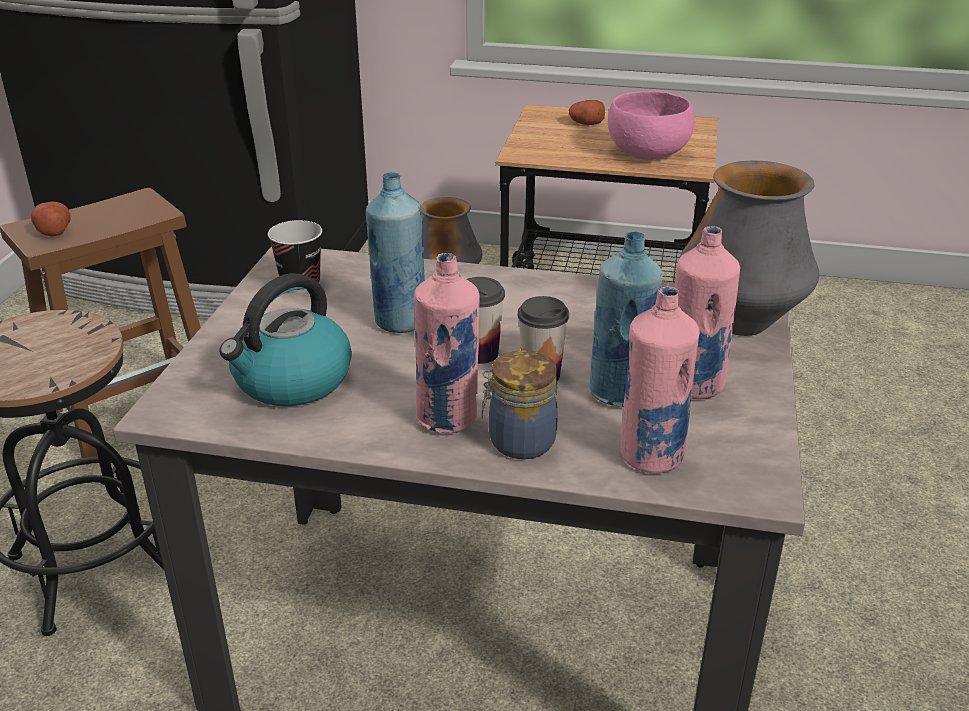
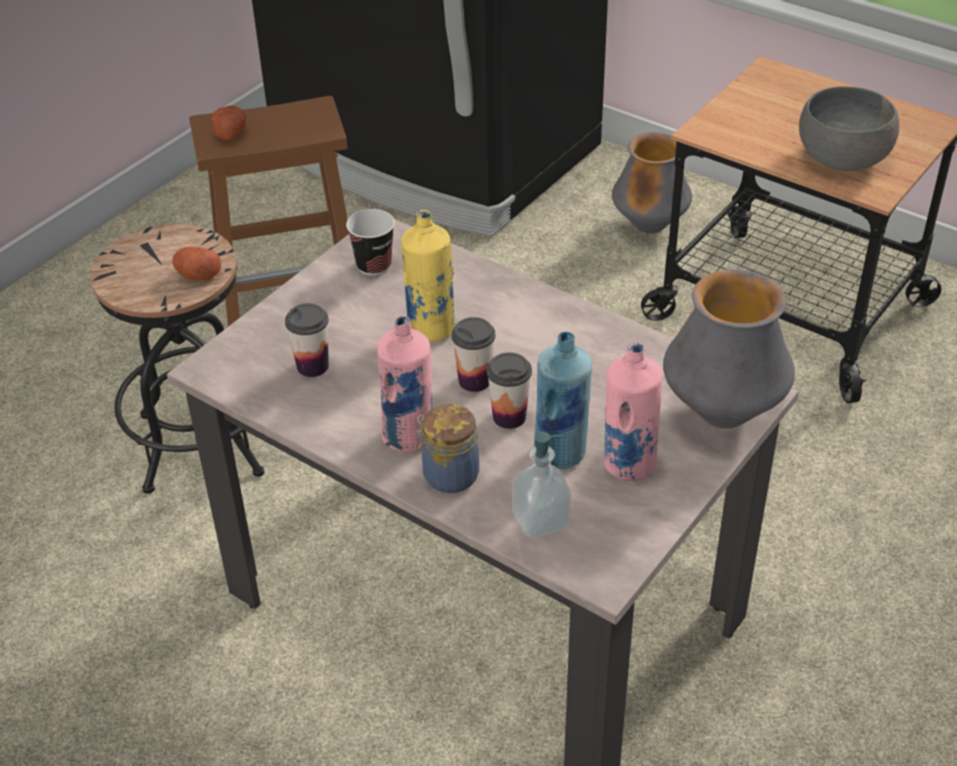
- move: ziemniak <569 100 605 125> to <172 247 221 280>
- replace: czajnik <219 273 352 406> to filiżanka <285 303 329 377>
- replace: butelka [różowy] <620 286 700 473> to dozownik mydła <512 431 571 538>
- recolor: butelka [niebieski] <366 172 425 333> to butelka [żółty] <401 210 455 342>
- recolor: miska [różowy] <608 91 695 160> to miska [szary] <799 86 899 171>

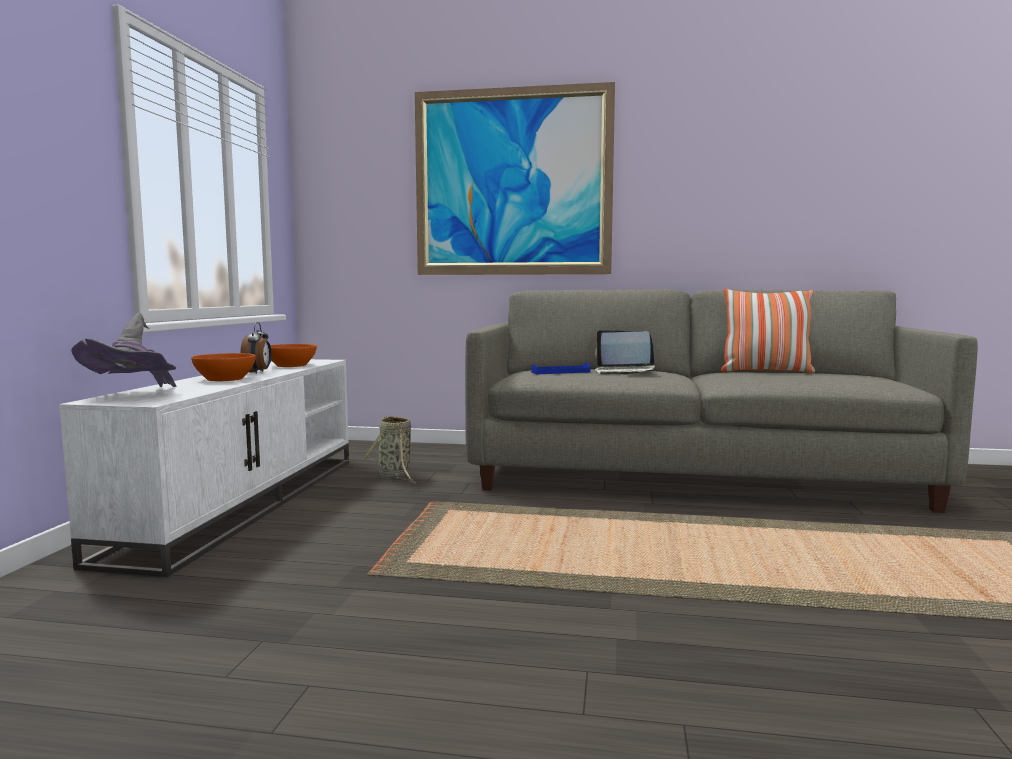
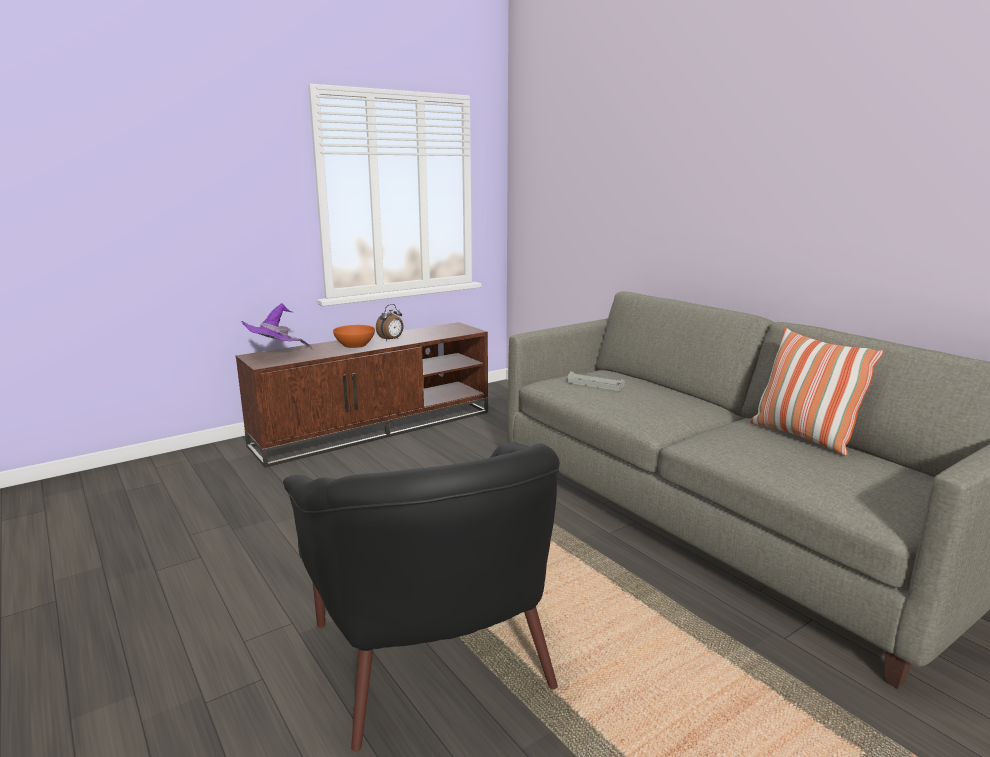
- delete: miska [pomarańczowy] <270 344 317 367>
- delete: koszyk <364 415 417 483>
- delete: obraz <415 82 615 275>
- delete: laptop <594 330 658 375>
- insert: fotel [czarny] <283 442 560 752>
- recolor: szafka pod telewizor [biały] <59 359 349 577> to szafka pod telewizor [brązowy] <236 322 488 468>
- recolor: kapelusz [szary] <71 313 177 387> to kapelusz [fioletowy] <241 303 313 349>
- recolor: taca [niebieski] <531 362 591 374> to taca [szary] <567 371 625 391>

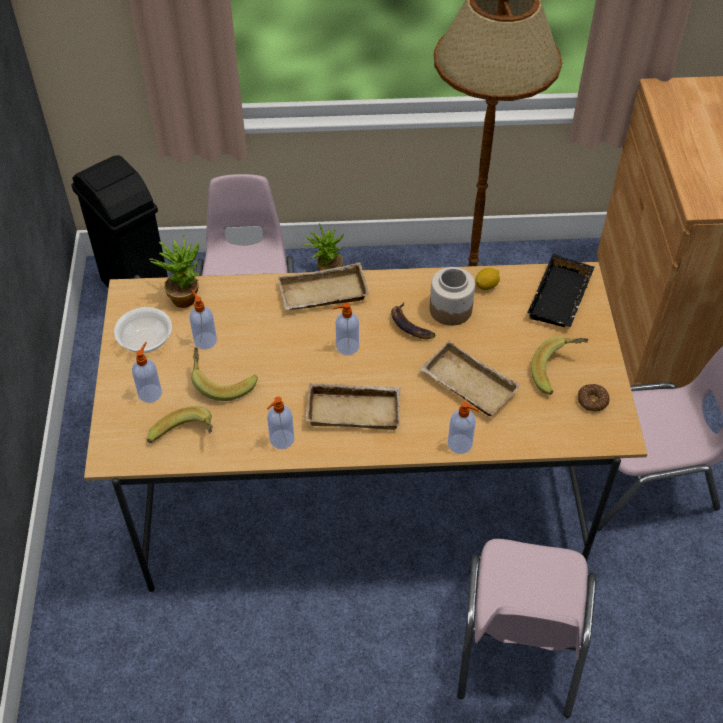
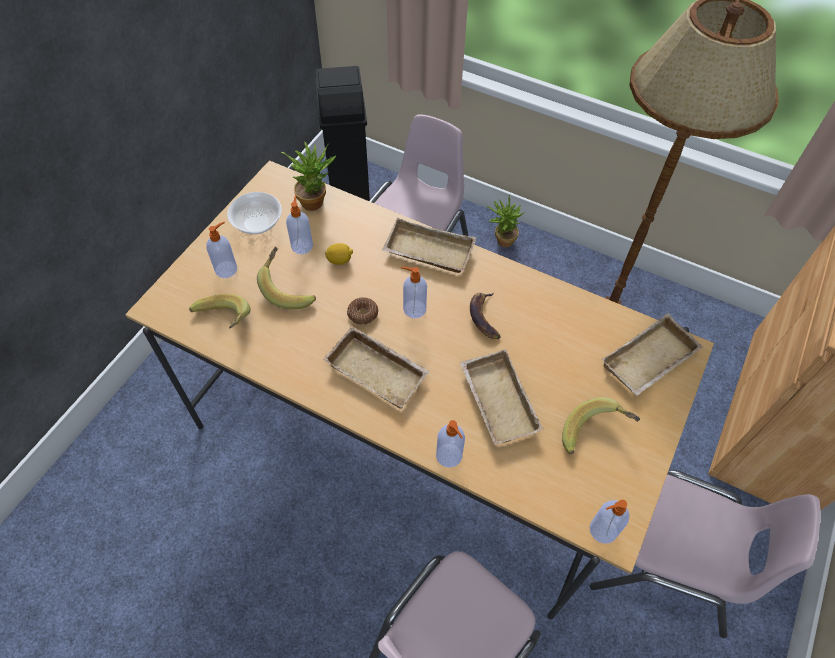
- delete: słoik <429 267 475 326>
- move: dozownik mydła <267 397 294 449> to <590 500 630 544>
- move: cytryna <475 268 500 290> to <325 243 353 265>
- move: donut <578 384 610 412> to <347 297 378 325>
- recolor: taca [czarny] <527 254 594 327> to taca [beżowy] <602 313 703 396>

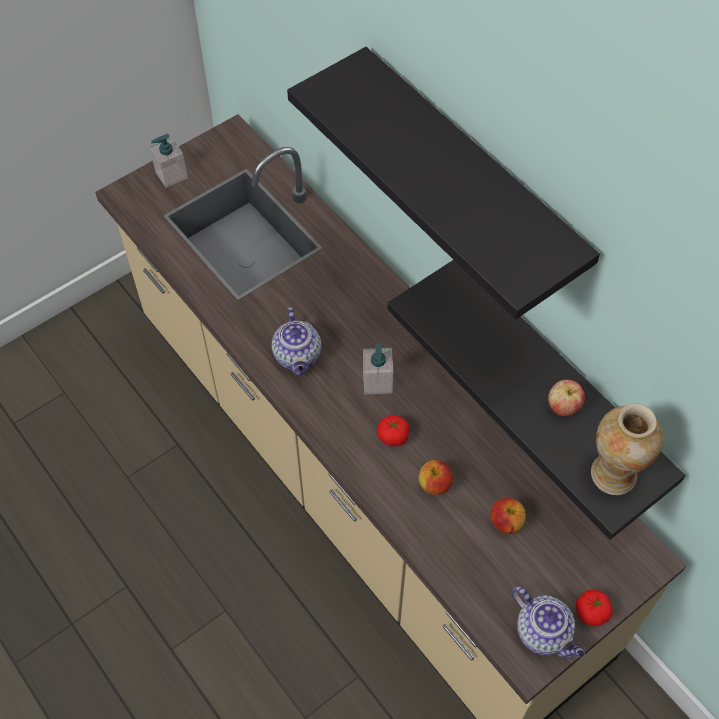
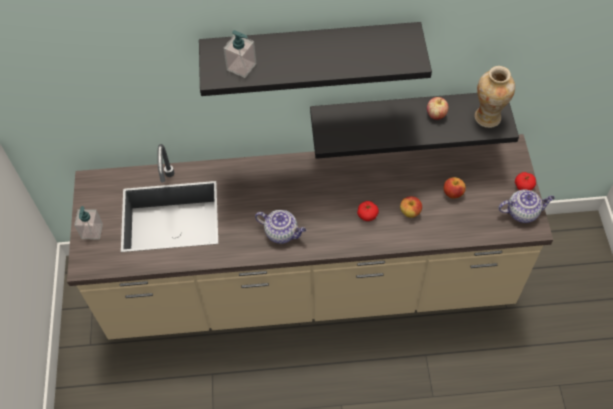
- move: dozownik mydła <363 343 394 395> to <223 30 256 78>

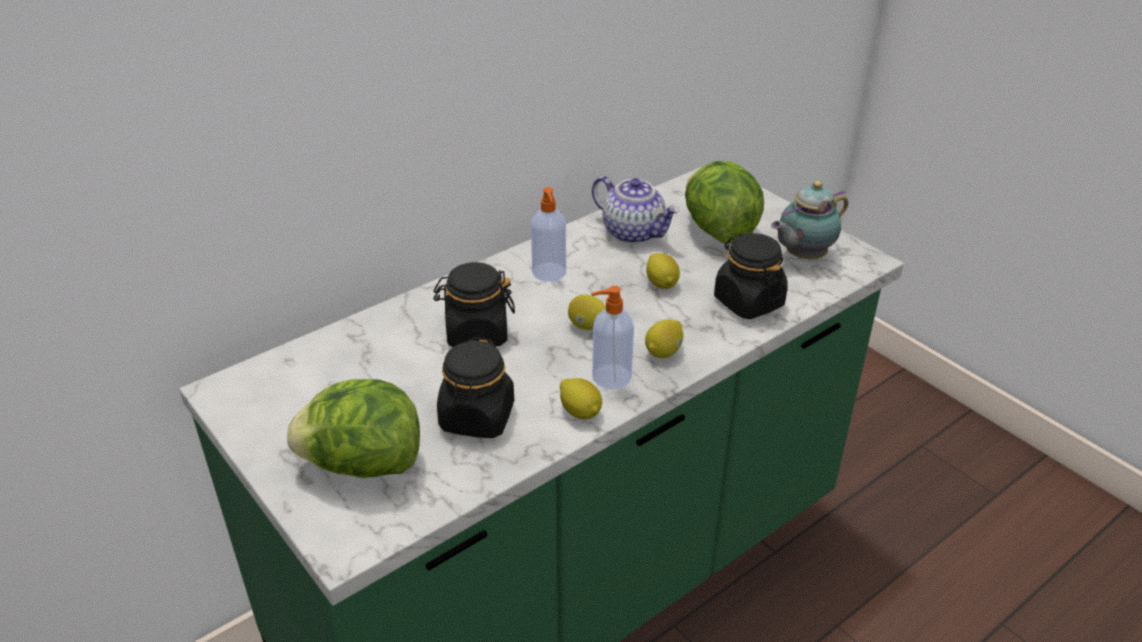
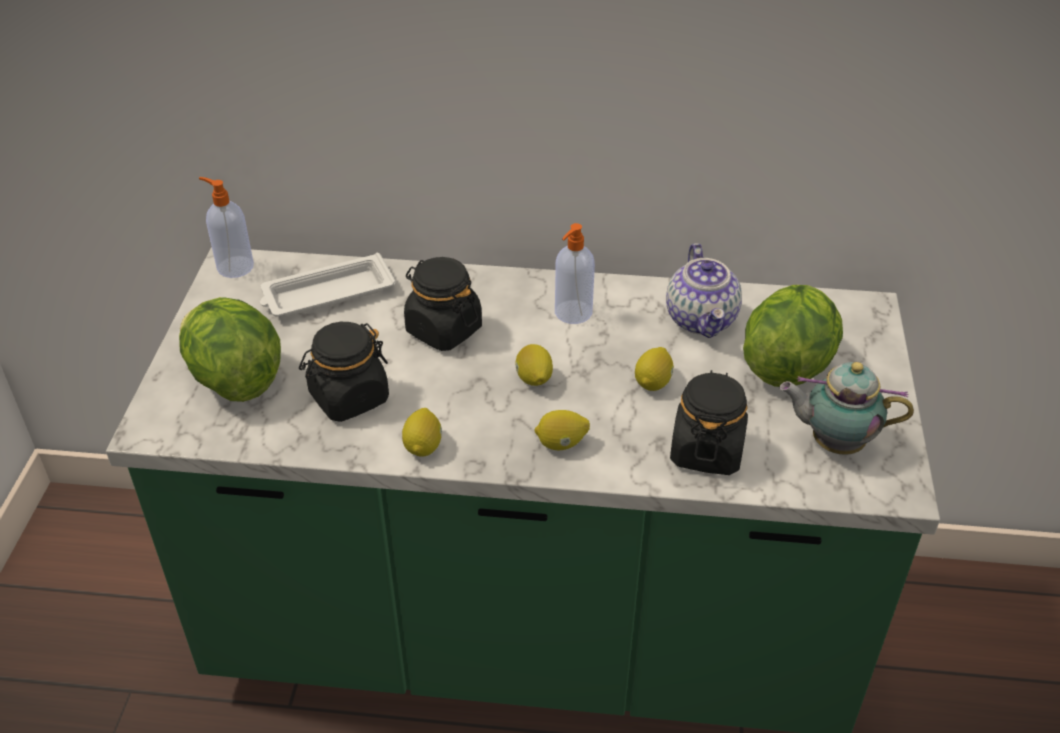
- insert: taca [biały] <260 253 396 317>
- move: dozownik mydła <591 286 634 389> to <199 177 254 278>

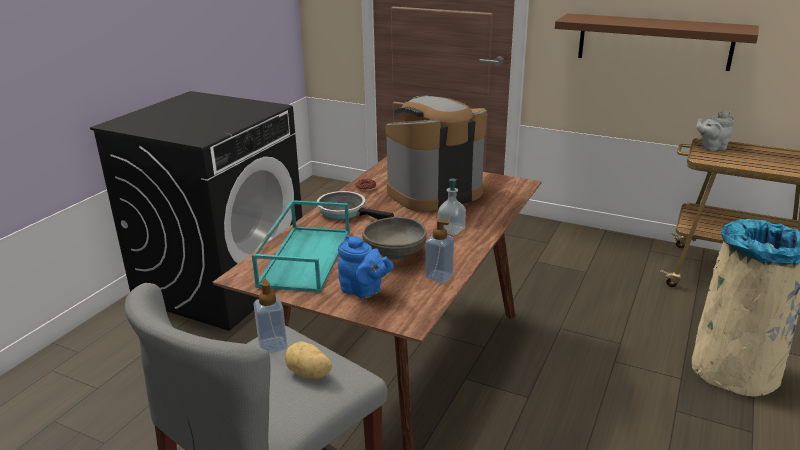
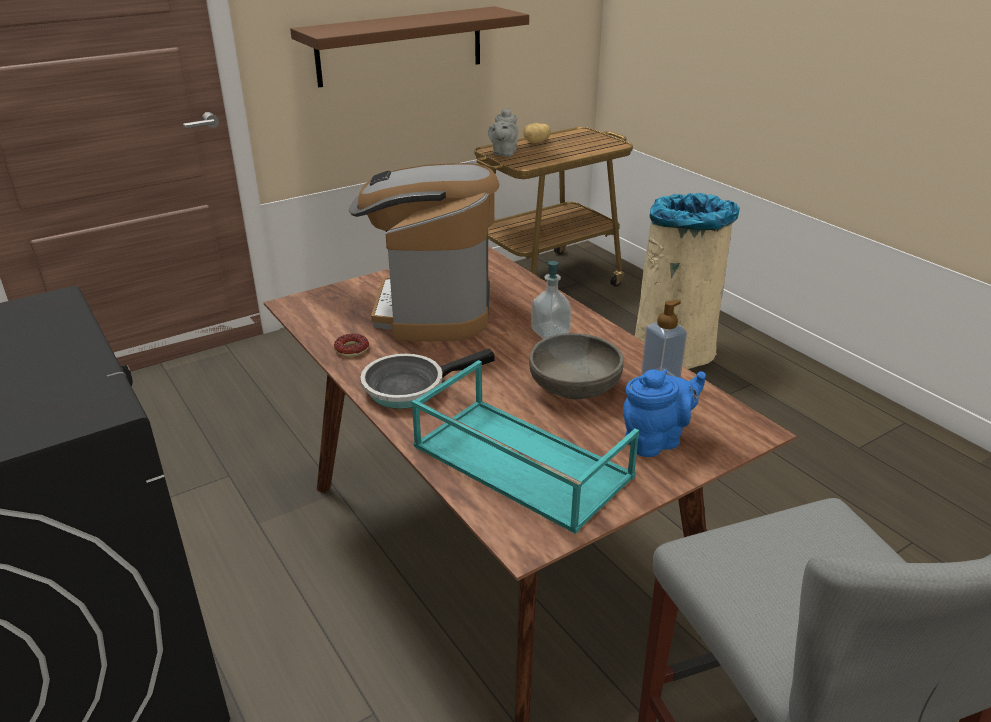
- delete: dozownik mydła <254 279 287 353>
- move: ziemniak <285 341 332 379> to <523 123 551 143>

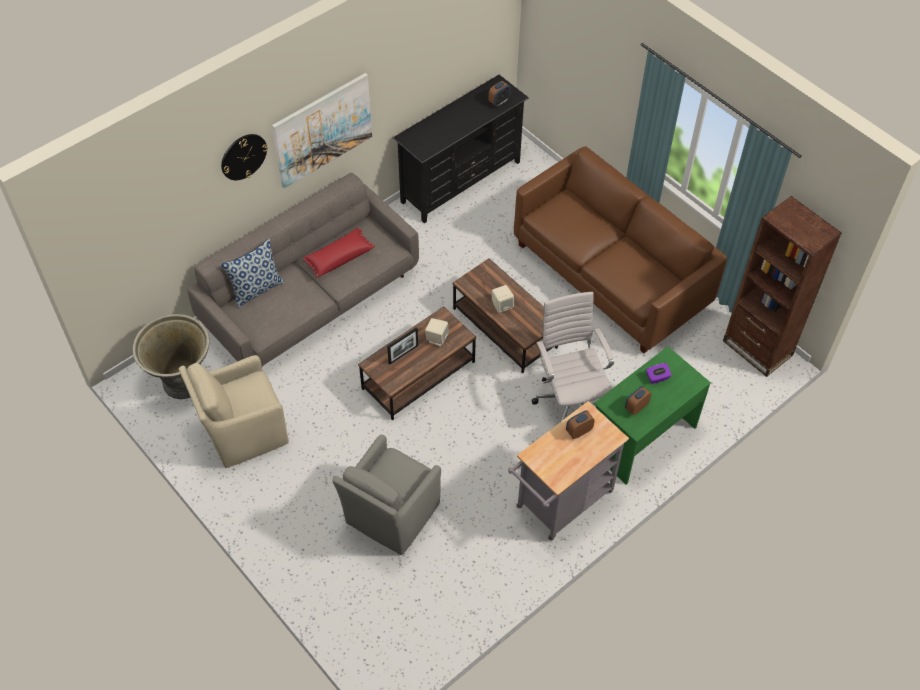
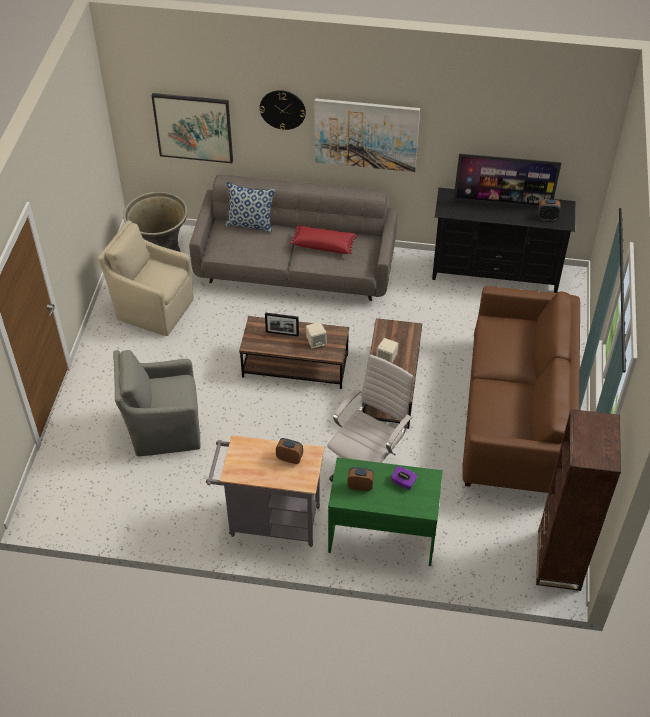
- insert: obraz <152 93 233 163>
- insert: telewizor <453 153 562 208>

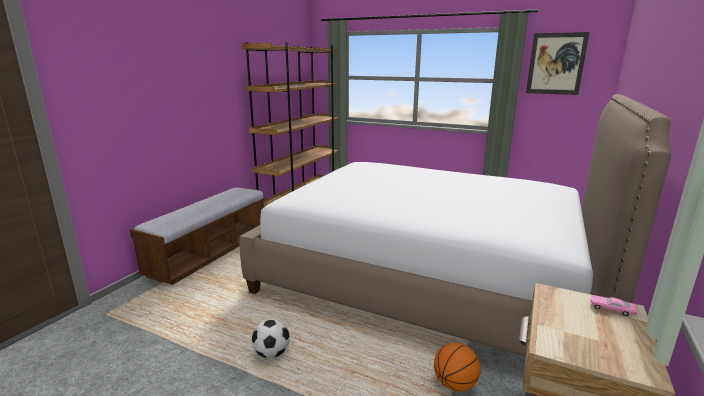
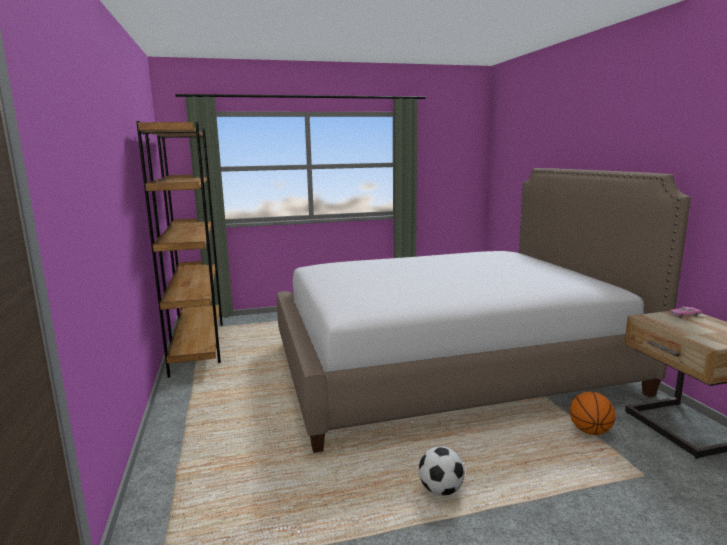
- delete: ławka <130 188 264 285>
- delete: obraz <526 32 590 95>

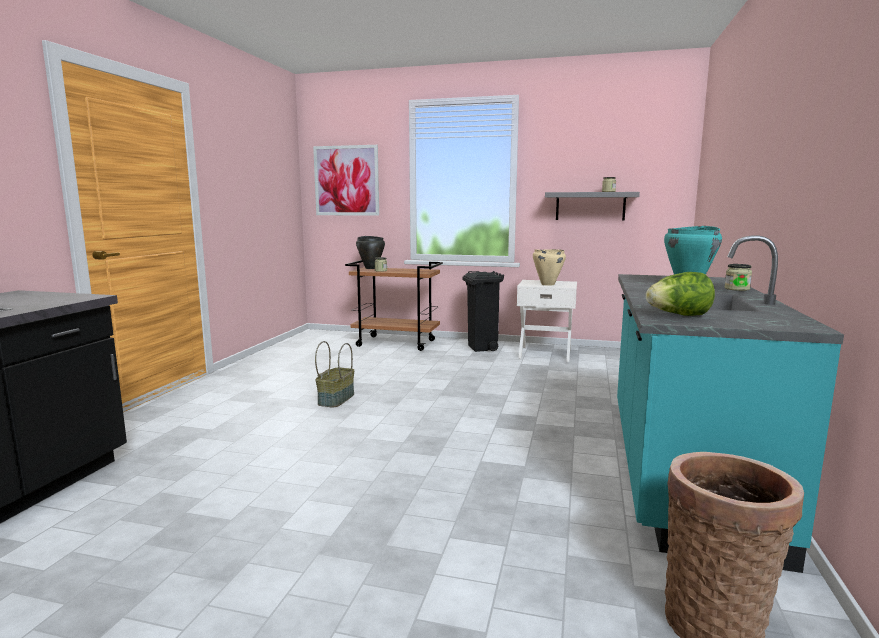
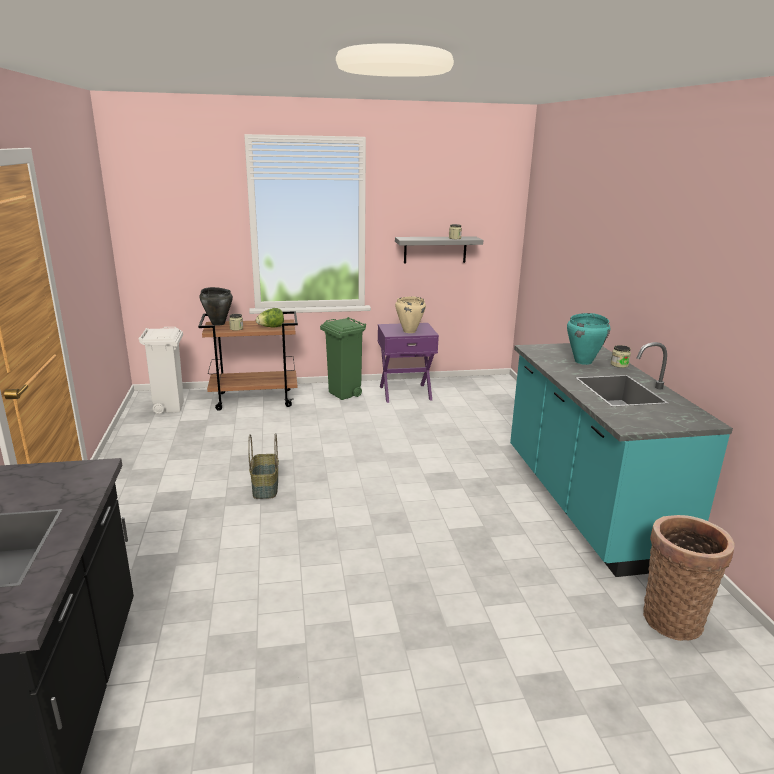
- delete: obraz <313 145 379 216>
- insert: kosz na śmieci [biały] <139 327 184 414>
- move: sałata <646 272 715 316> to <256 308 284 328>
- recolor: kosz na śmieci [czarny] <462 271 504 352> to kosz na śmieci [zielony] <320 317 366 400>
- recolor: szafka nocna [biały] <517 280 577 362> to szafka nocna [fioletowy] <378 323 439 403>

